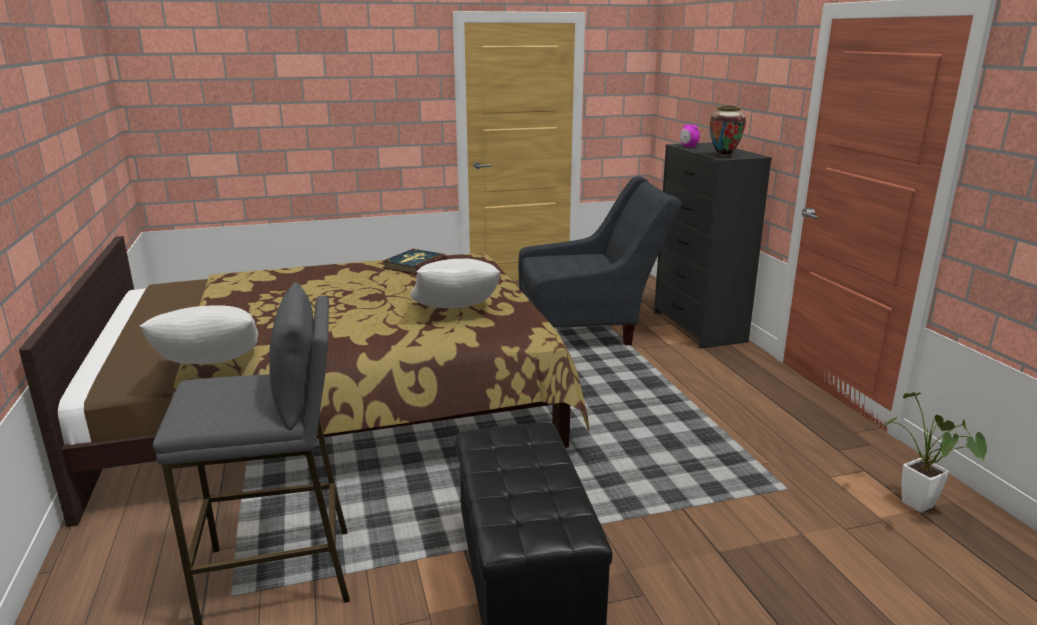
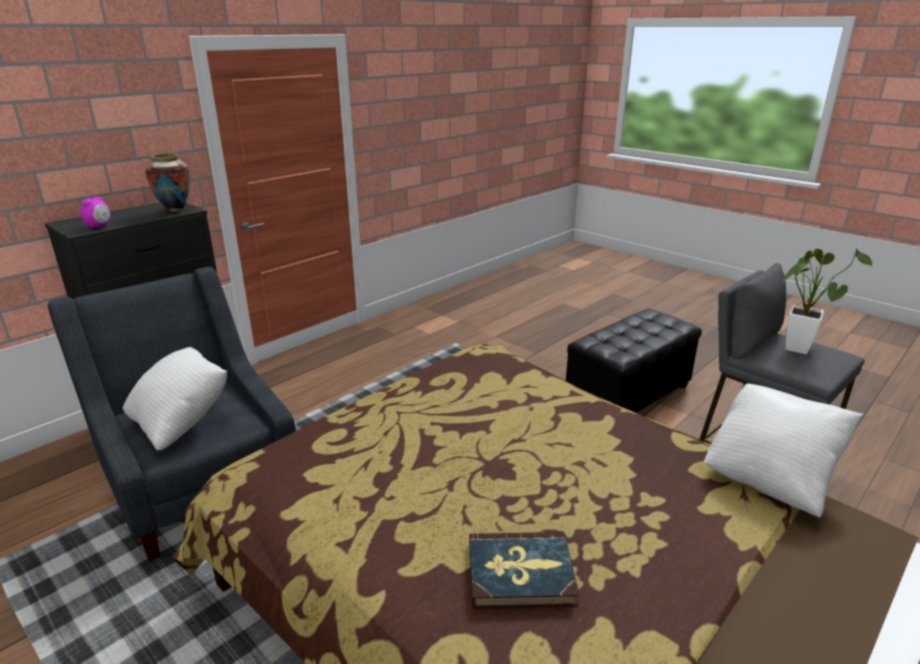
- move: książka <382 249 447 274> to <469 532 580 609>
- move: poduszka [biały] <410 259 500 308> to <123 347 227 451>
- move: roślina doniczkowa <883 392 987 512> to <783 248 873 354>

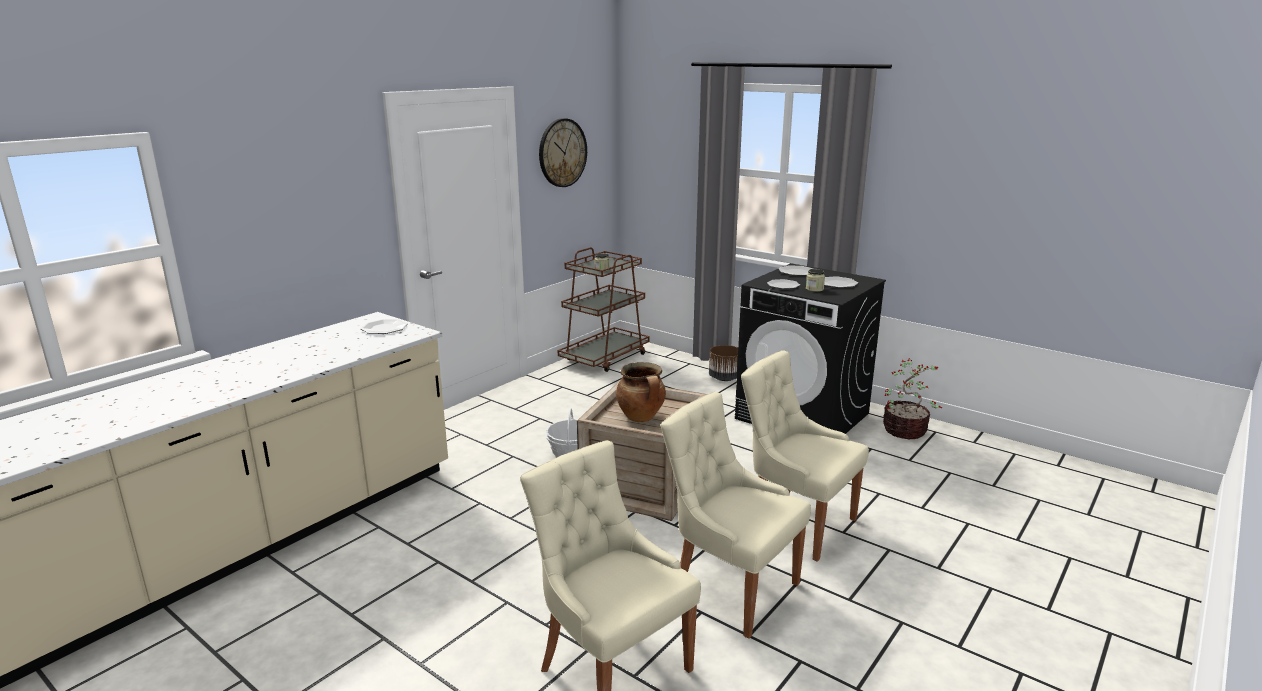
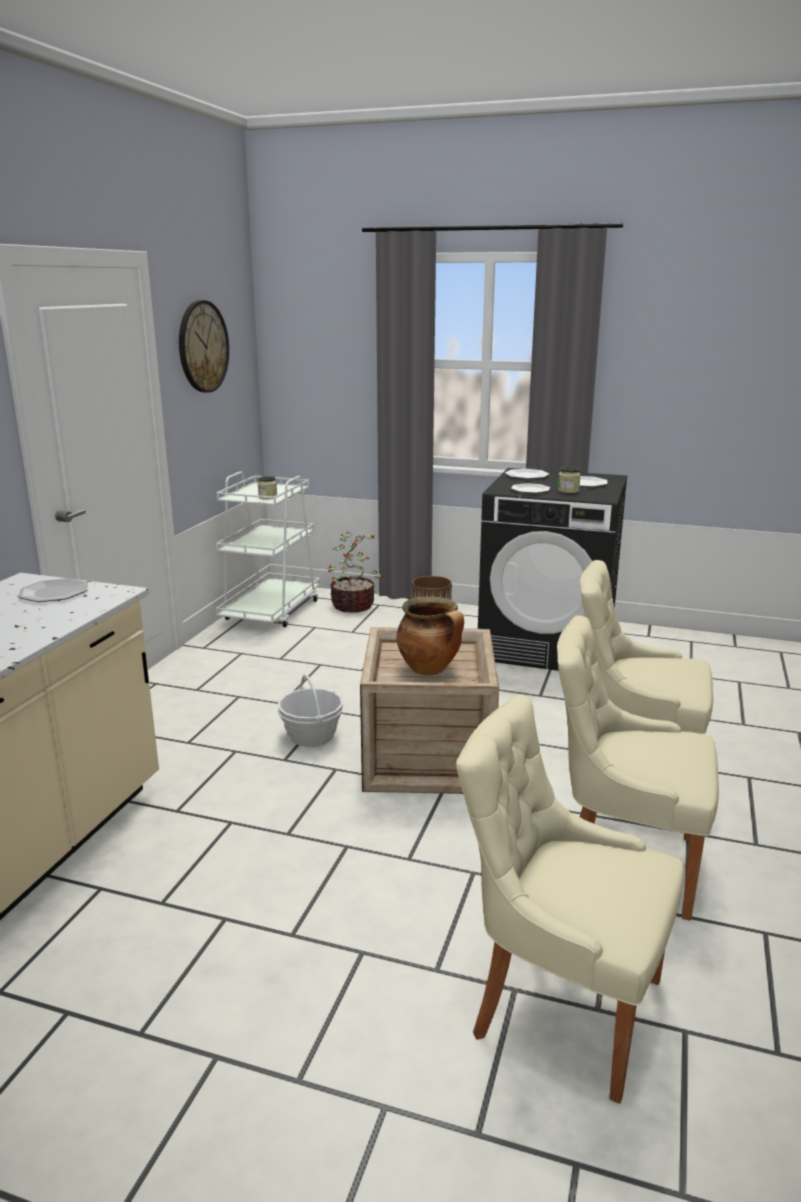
- move: roślina doniczkowa <883 358 942 439> to <328 531 384 613>
- recolor: wózek [brązowy] <558 247 649 372> to wózek [biały] <216 471 320 627>

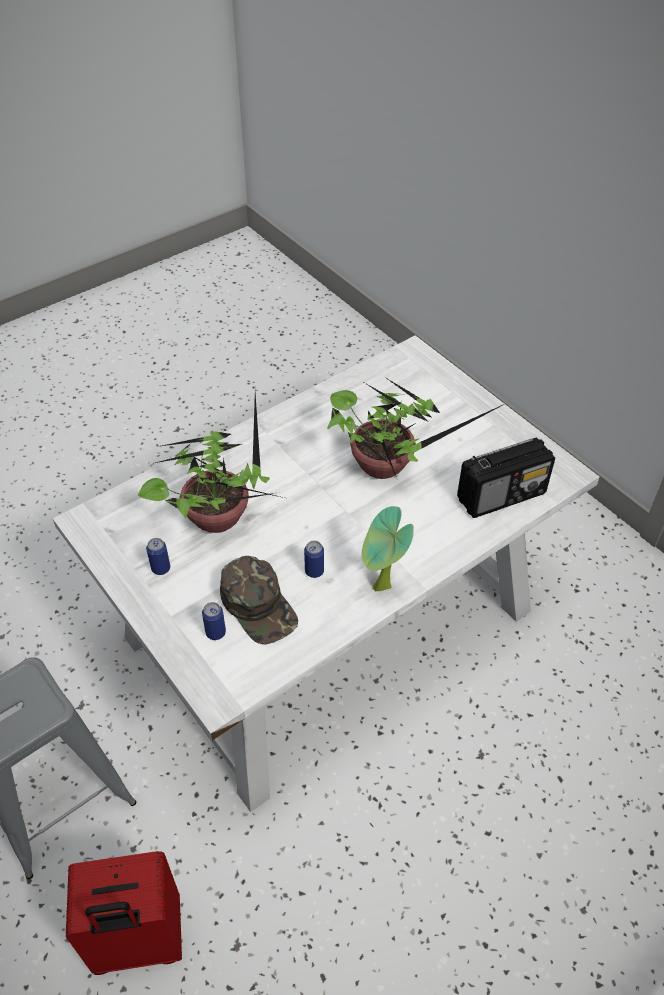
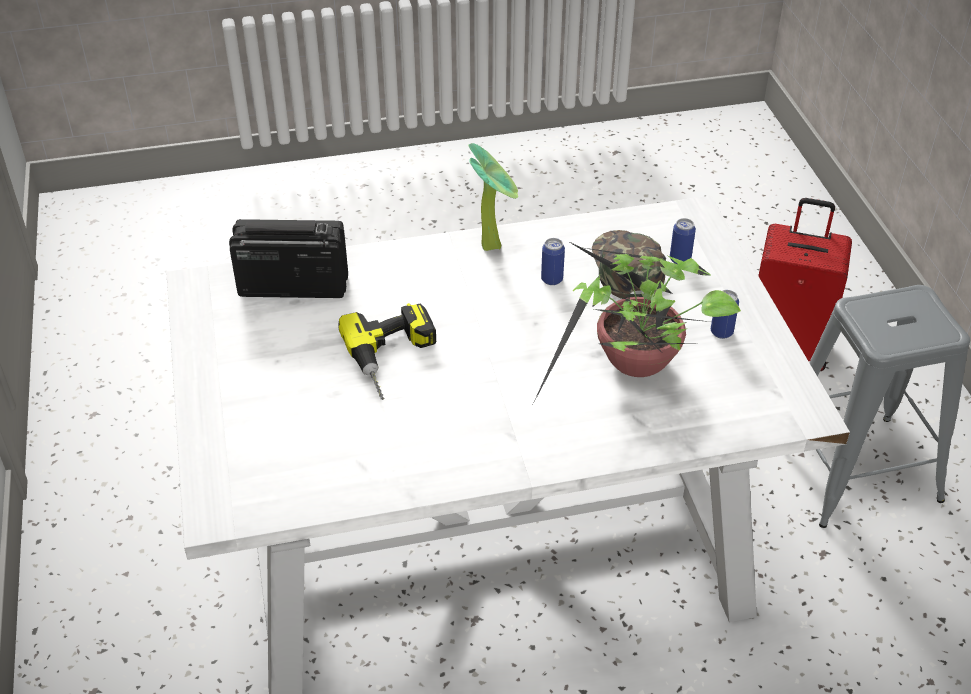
- replace: roślina doniczkowa <327 378 504 479> to wiertarka <338 303 436 400>

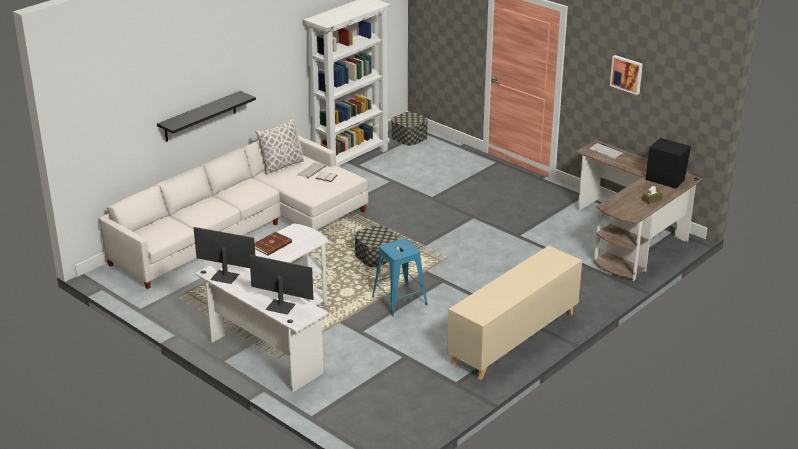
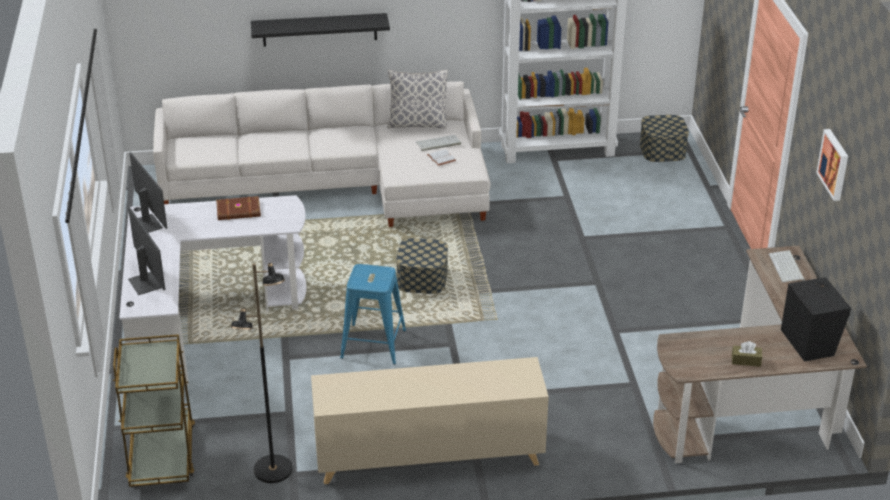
- insert: wózek [brązowy] <113 334 195 487>
- insert: lampa stojąca [czarny] <231 263 292 483>

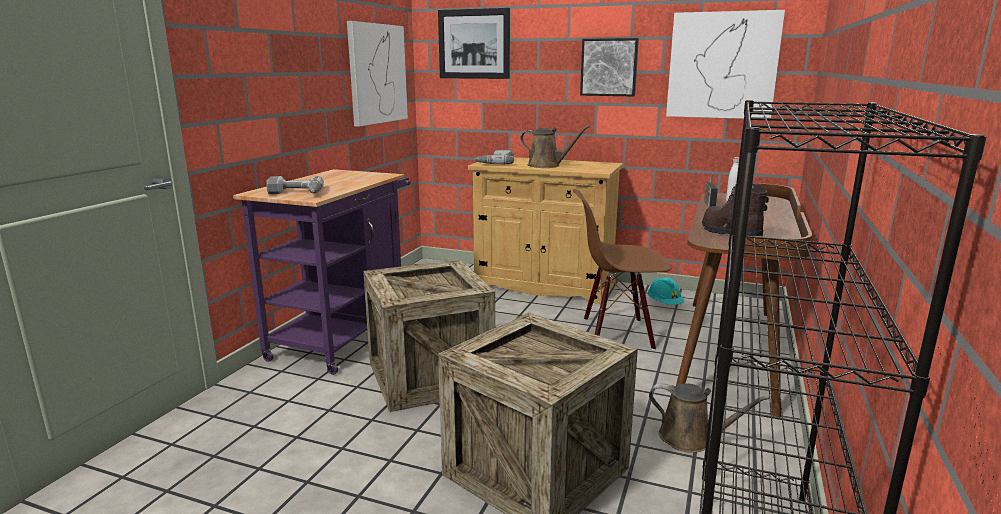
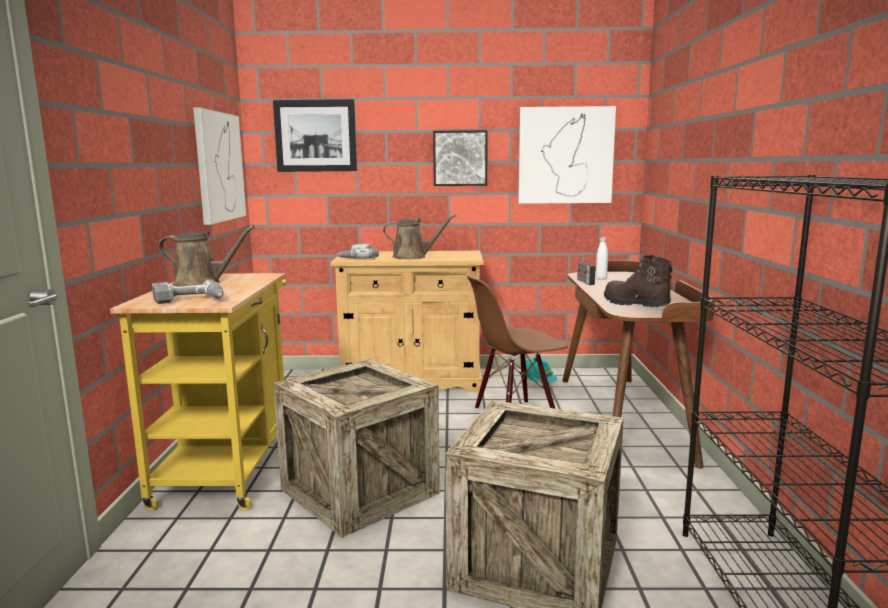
- move: konewka [brązowy] <649 383 769 453> to <158 226 255 287>
- recolor: wózek [fioletowy] <233 169 411 375> to wózek [żółty] <110 273 287 511>

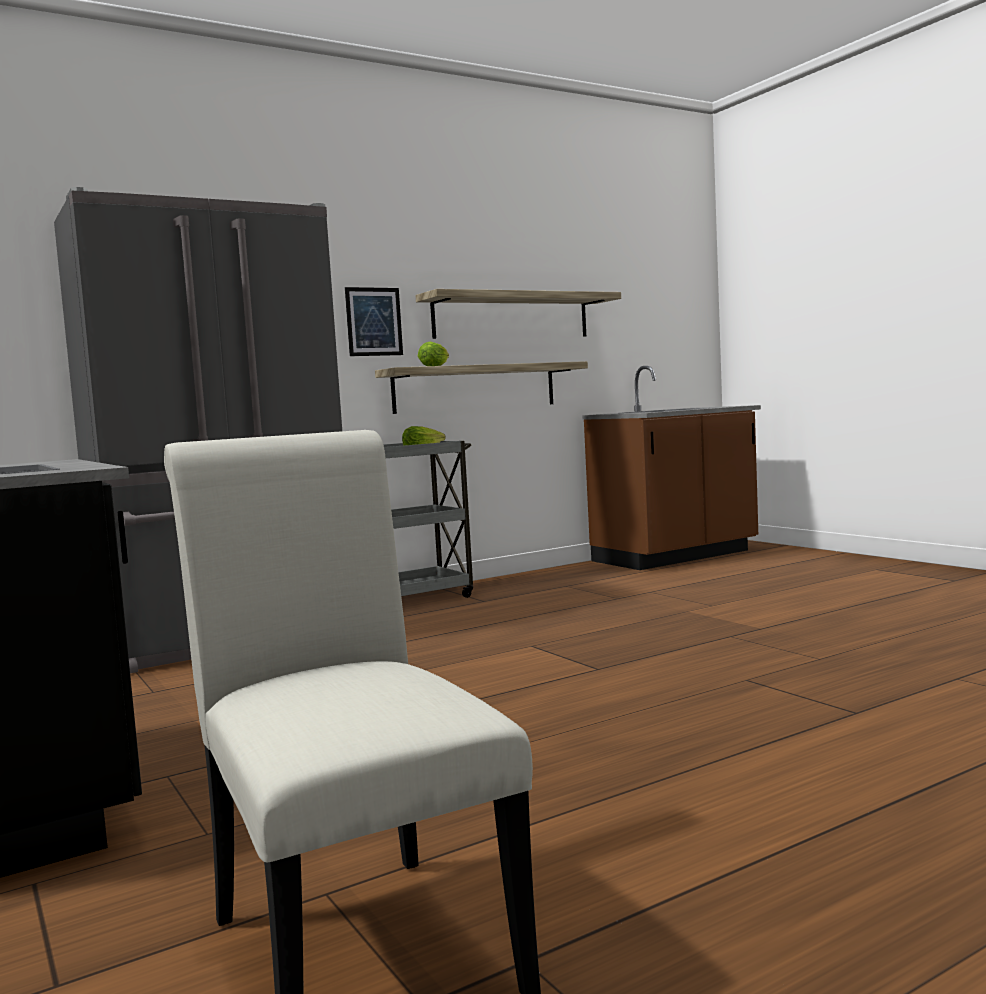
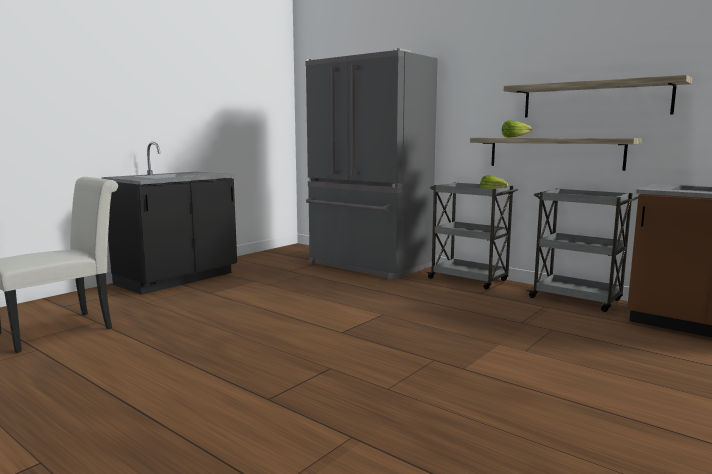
- delete: obraz <345 287 403 356>
- insert: wózek [szary] <527 188 638 312>

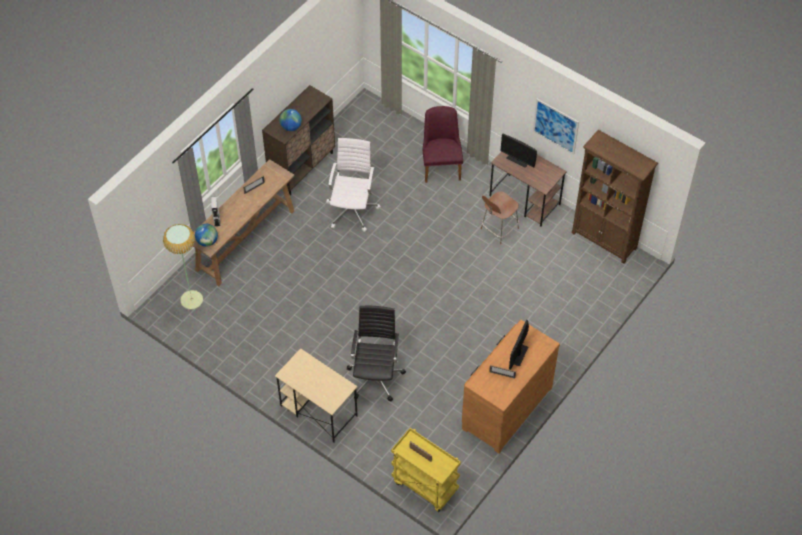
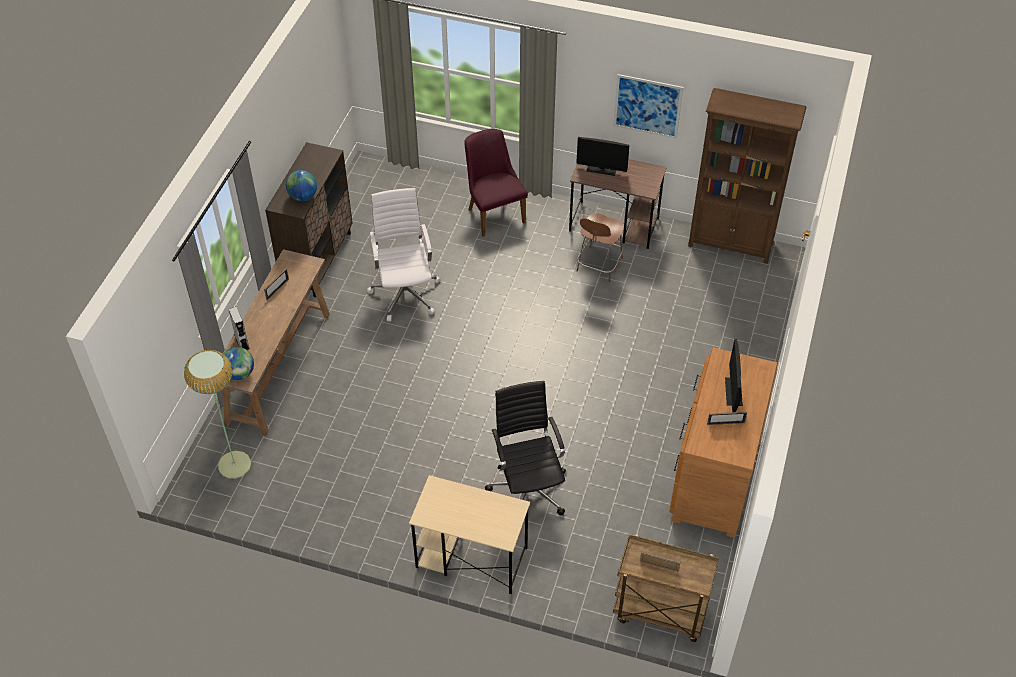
- recolor: wózek [żółty] <391 428 461 512> to wózek [brązowy] <613 534 719 642>

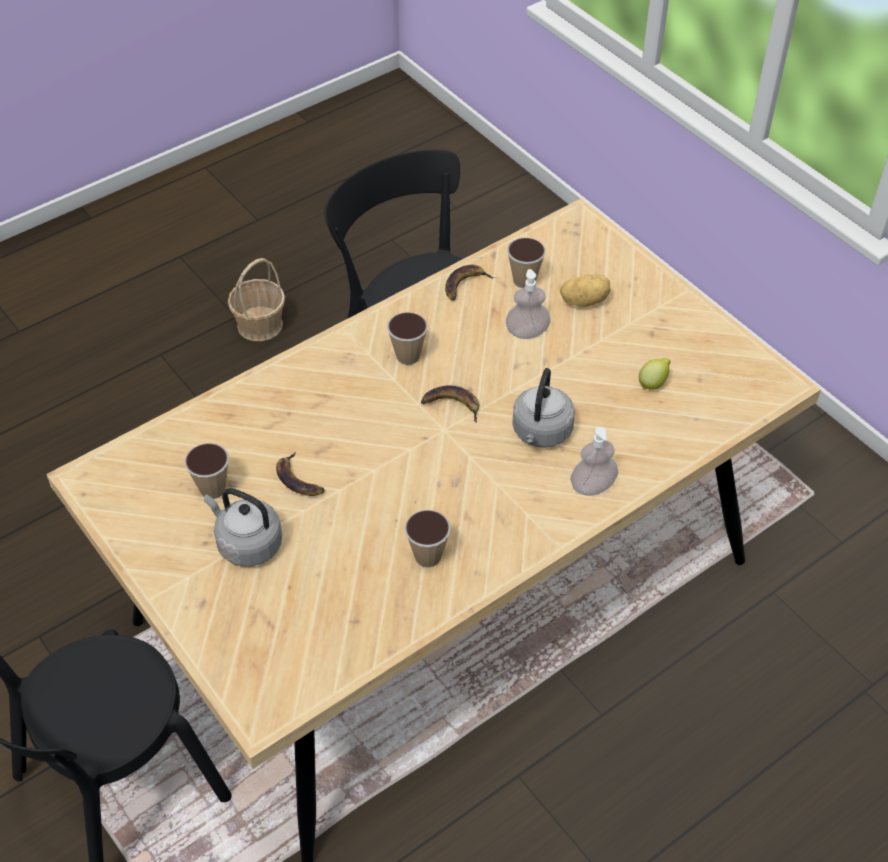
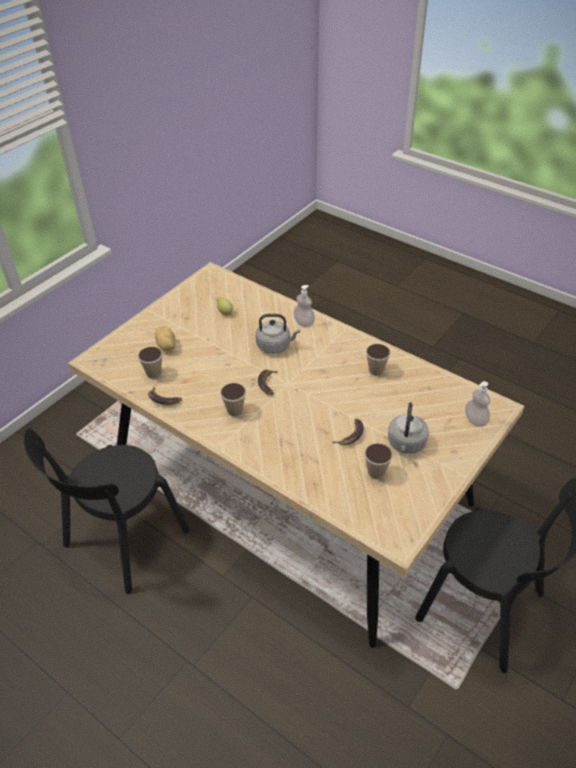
- delete: koszyk <227 258 285 341>
- move: dozownik mydła <506 269 551 339> to <465 381 490 427>

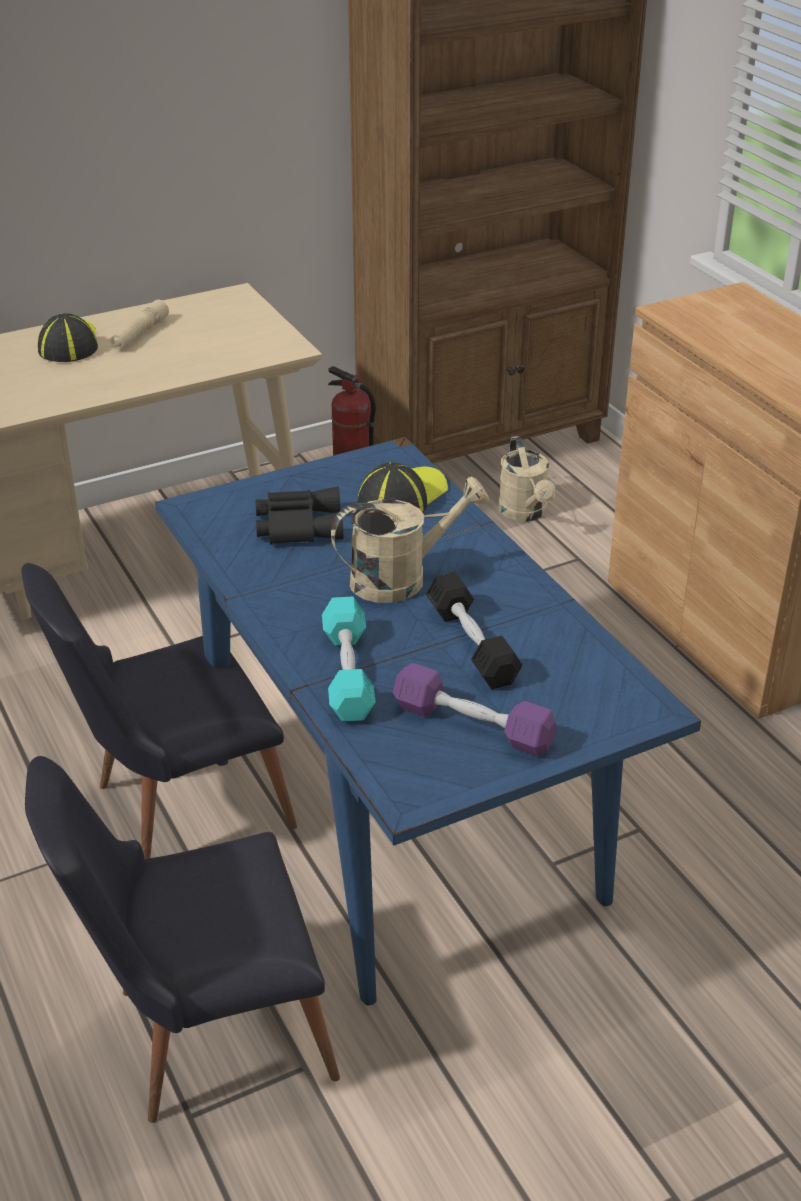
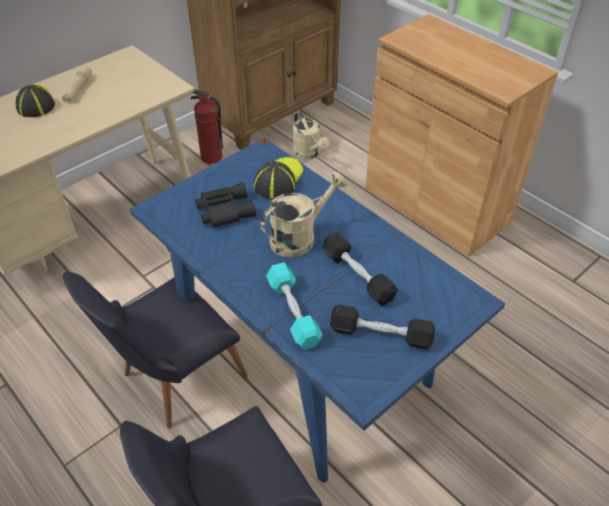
- recolor: hantel [fioletowy] <393 663 557 757> to hantel [czarny] <330 304 435 349>

